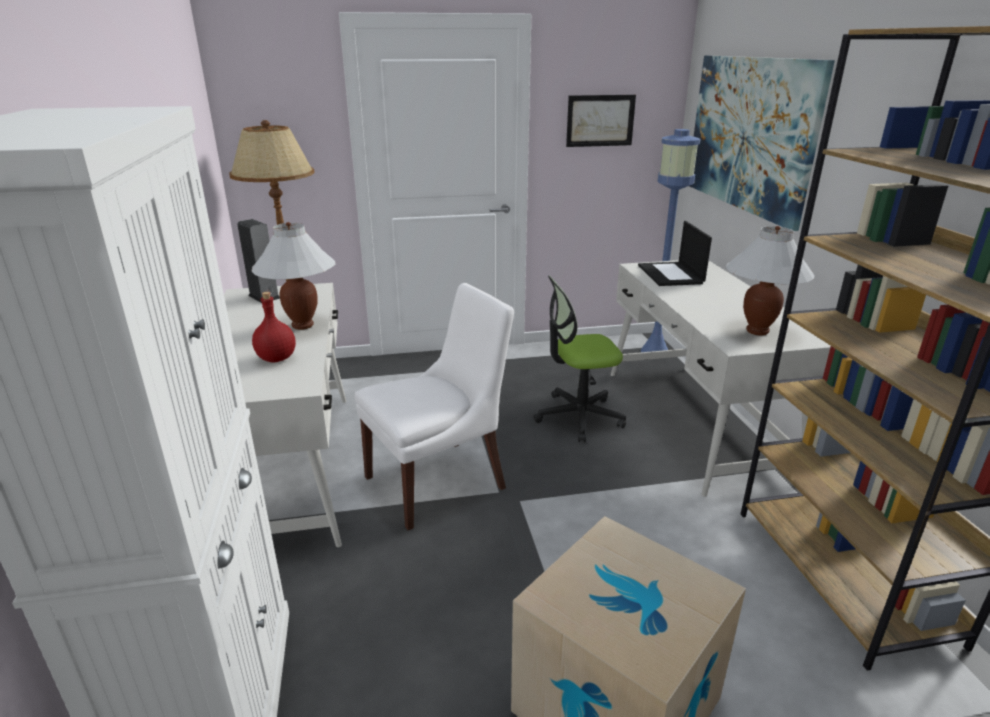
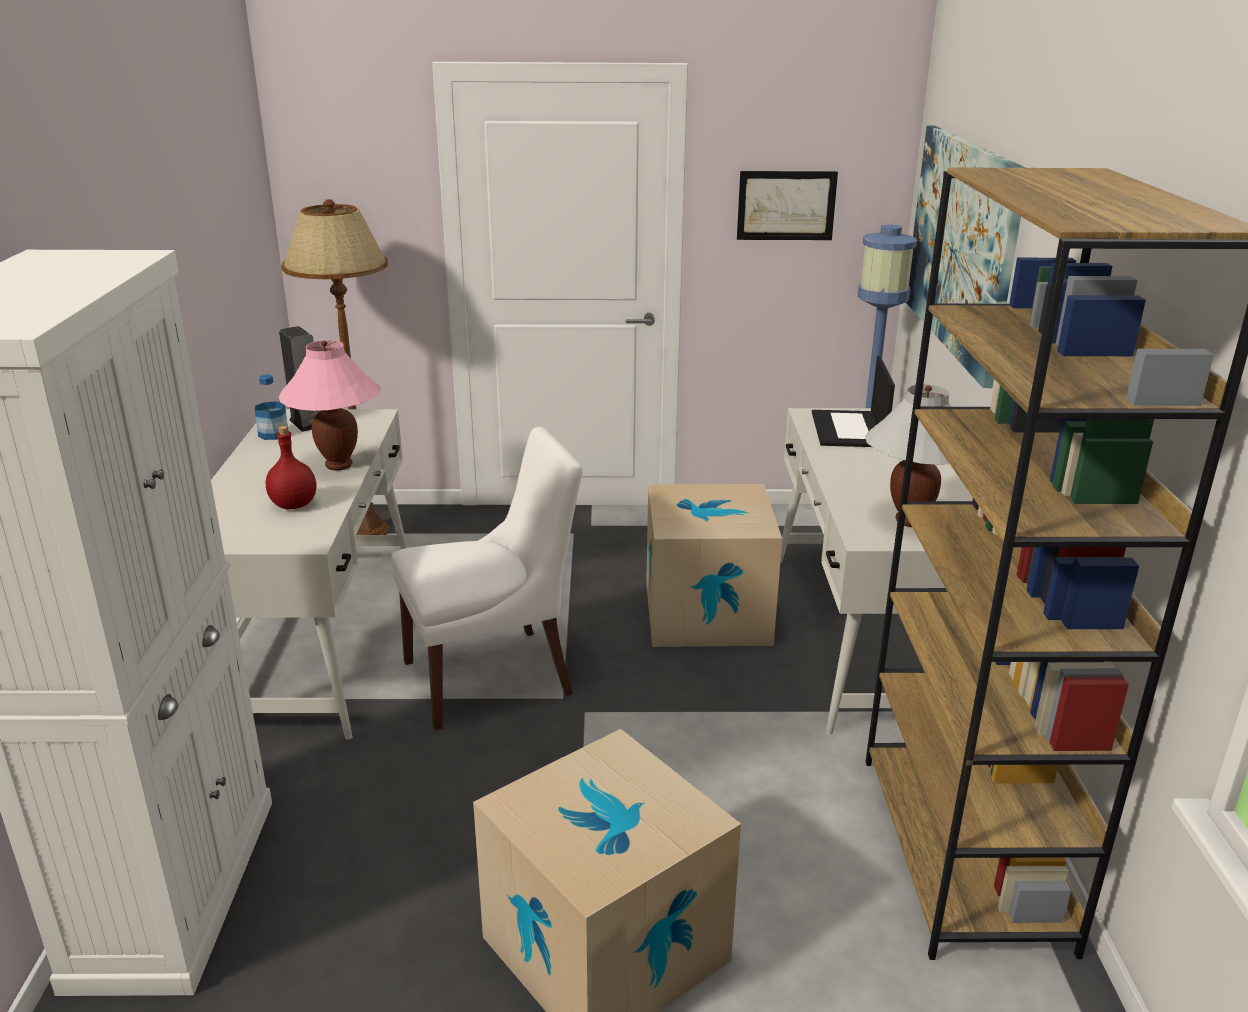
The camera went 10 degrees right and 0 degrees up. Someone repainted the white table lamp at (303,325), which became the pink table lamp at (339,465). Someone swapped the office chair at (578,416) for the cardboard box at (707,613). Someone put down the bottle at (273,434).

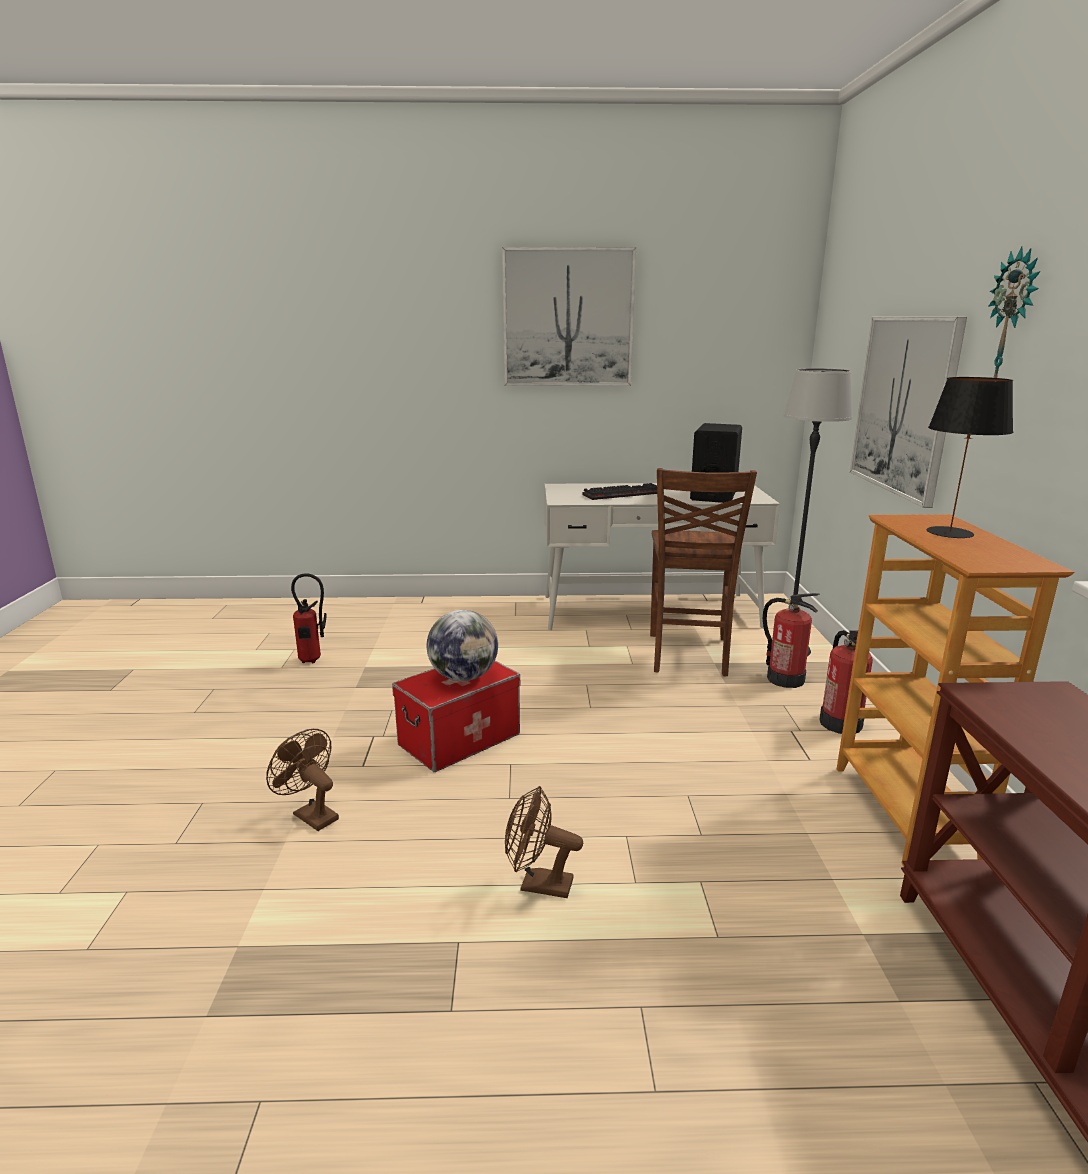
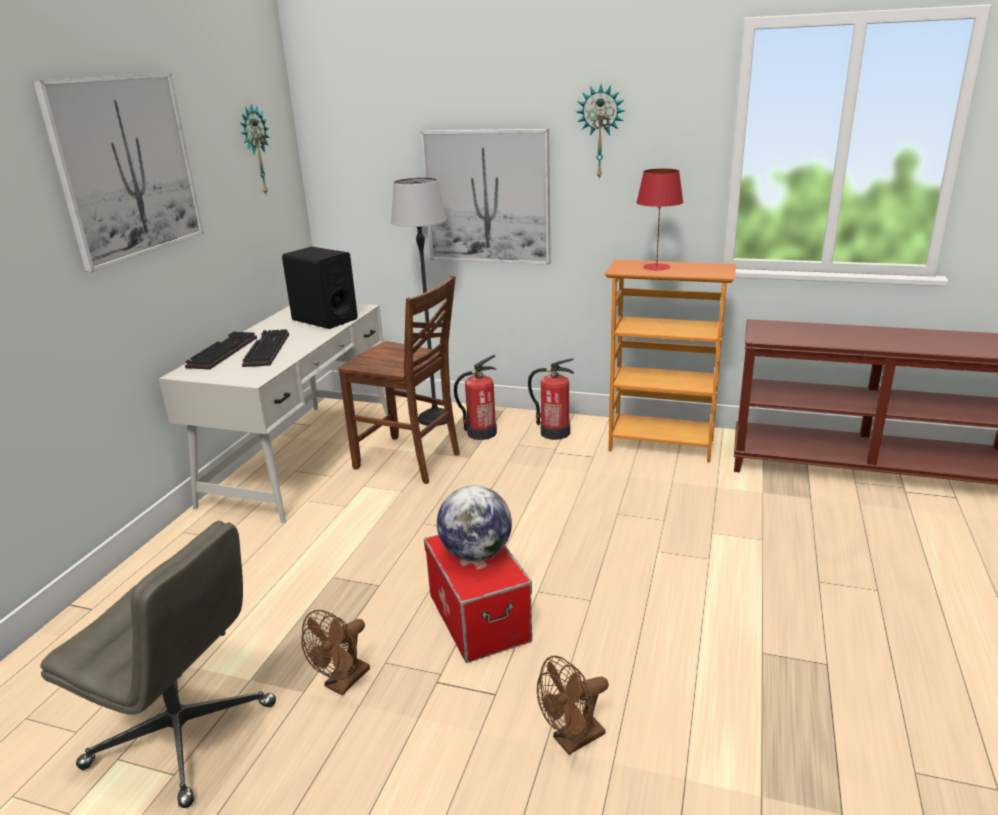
The camera went 70 degrees left and 5 degrees up. Someone repainted the black table lamp at (950,532), which became the red table lamp at (657,267). Someone swapped the fire extinguisher at (313,661) for the grey office chair at (184,735). Someone carried the brown fan from (538,884) to (343,683). Someone put up the wall clock at (255,151). Someone put down the keyboard at (222,352).

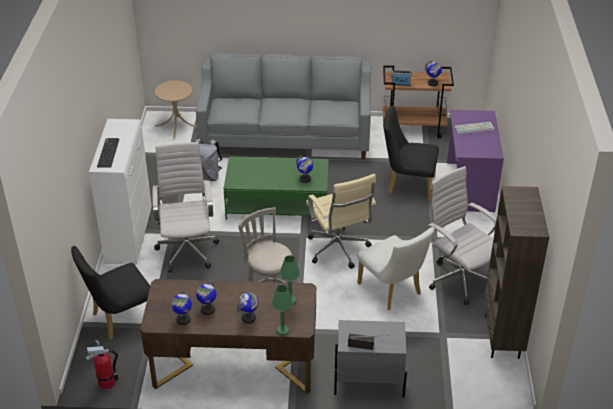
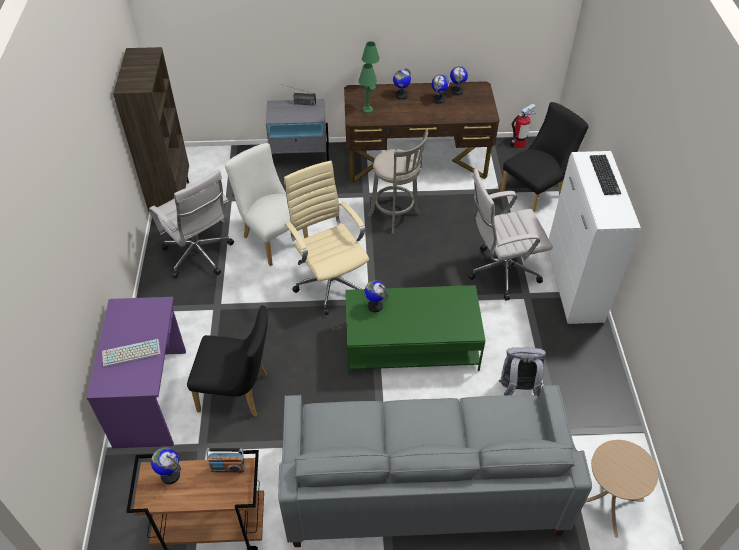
The camera went 175 degrees right and 10 degrees up. Someone rotated the white office chair at (187,250) by 90 degrees clockwise.

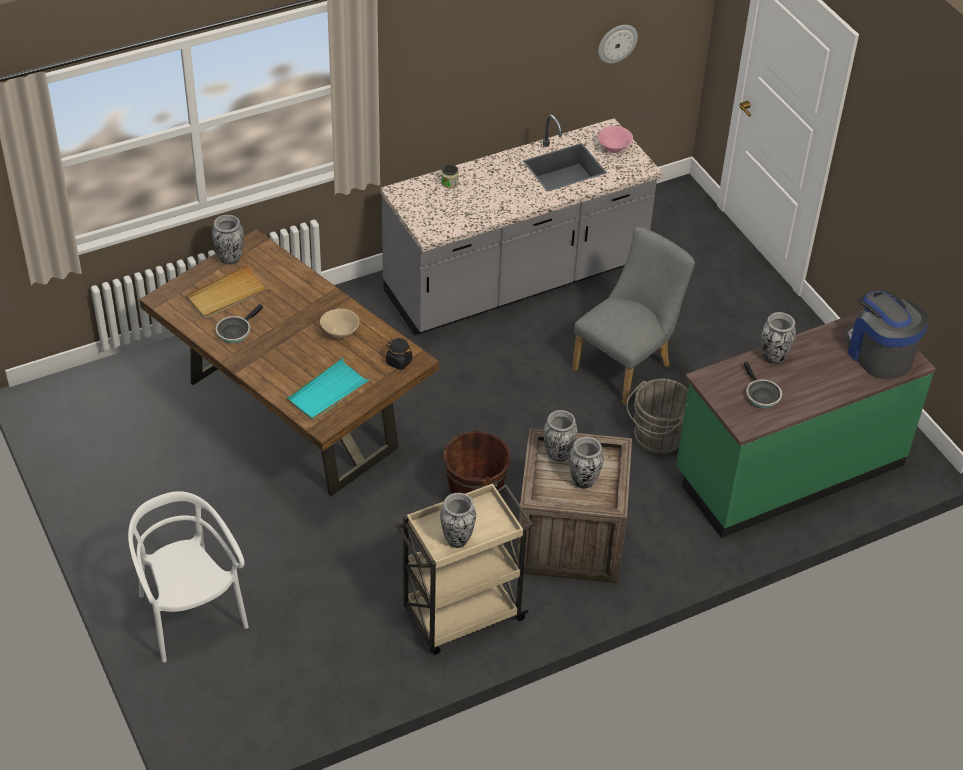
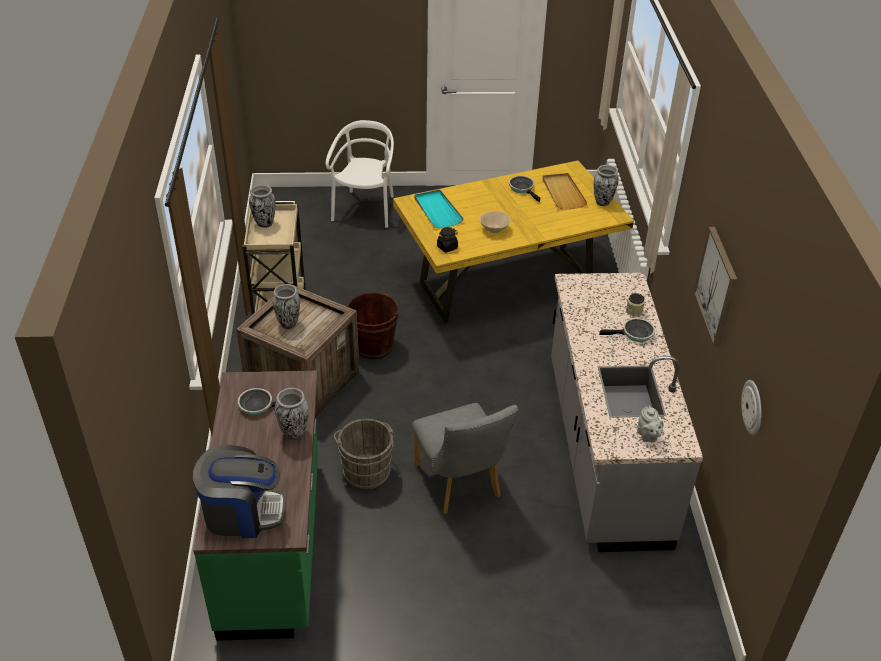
The camera went 115 degrees right and 5 degrees down. Someone swapped the pink bowl at (613,148) for the grey teapot at (648,436). Someone repainted the brown dining table at (291,415), which became the yellow dining table at (507,284). Someone took away the vase at (558,454). Someone rotated the white chair at (190,614) by 75 degrees counterclockwise. Someone put up the picture at (717,286). Someone put down the frying pan at (635,334).

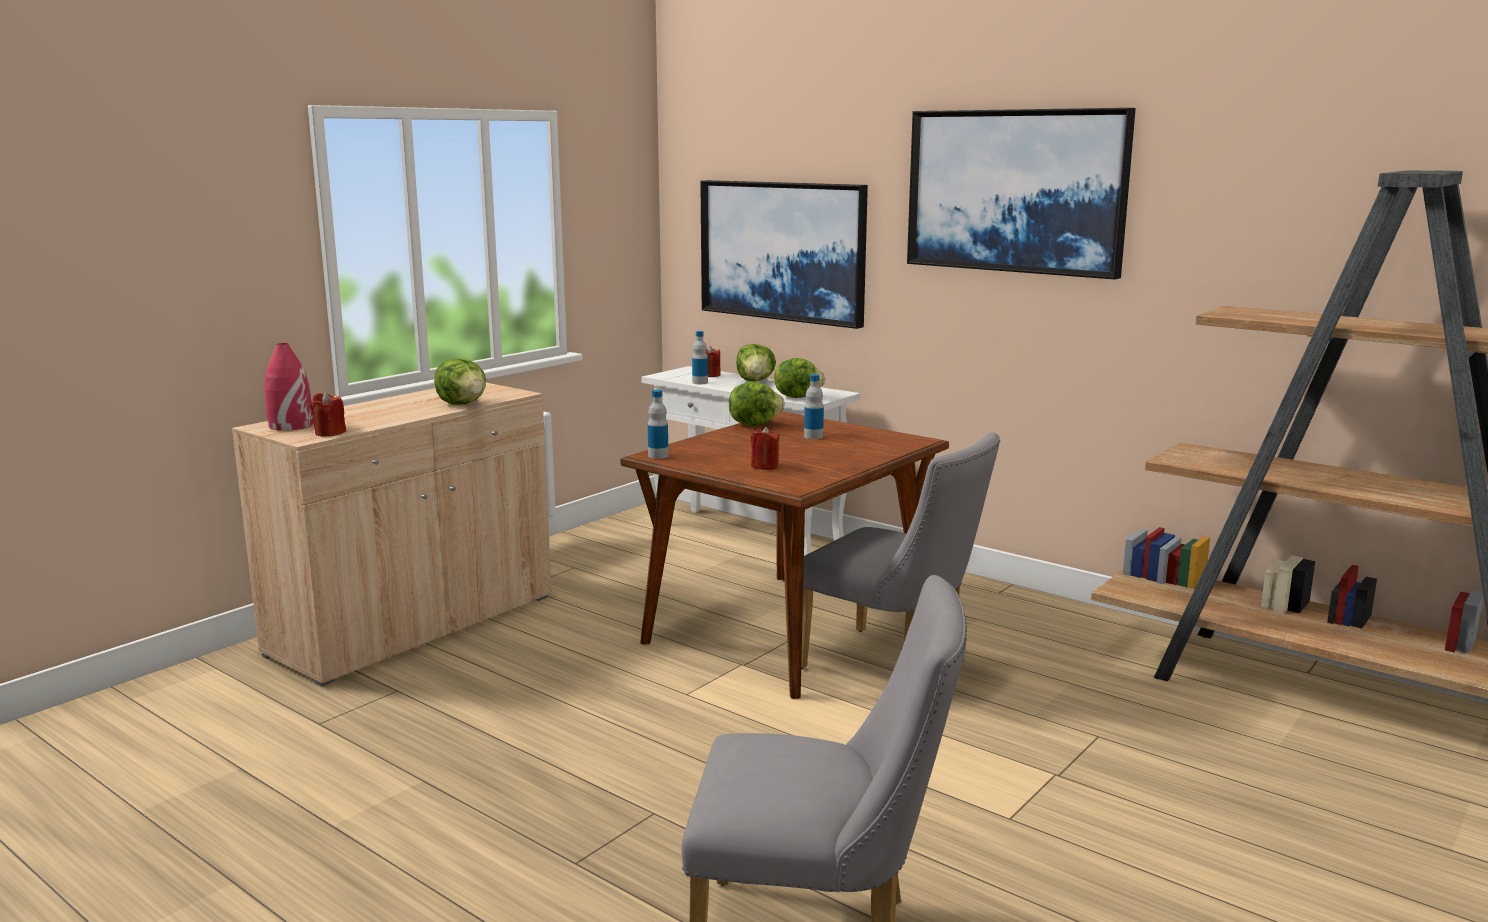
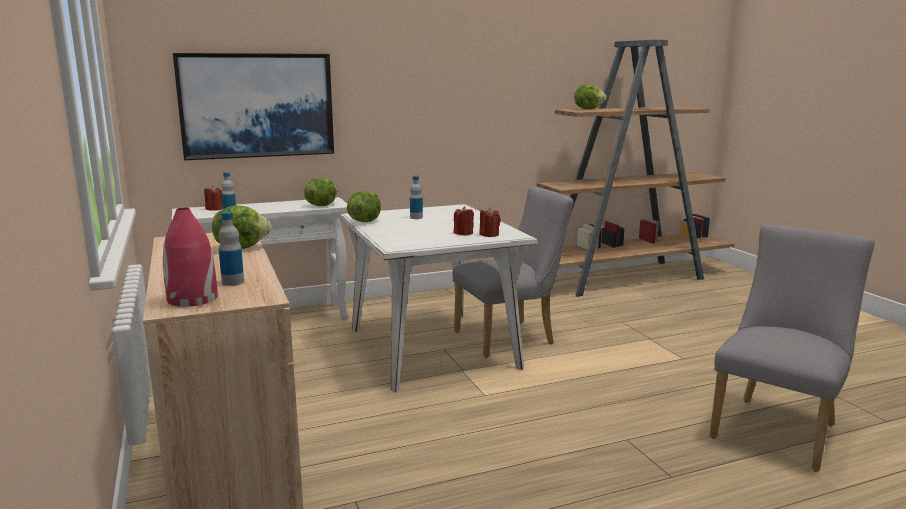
The camera went 60 degrees left and 0 degrees up. Someone took away the picture at (1016,191). Someone carried the lettuce from (755,381) to (588,109). Someone carried the bottle from (658,456) to (233,282). Someone carried the red candle from (330,433) to (489,234). Someone repainted the brown dining table at (787,630), which became the white dining table at (431,348).

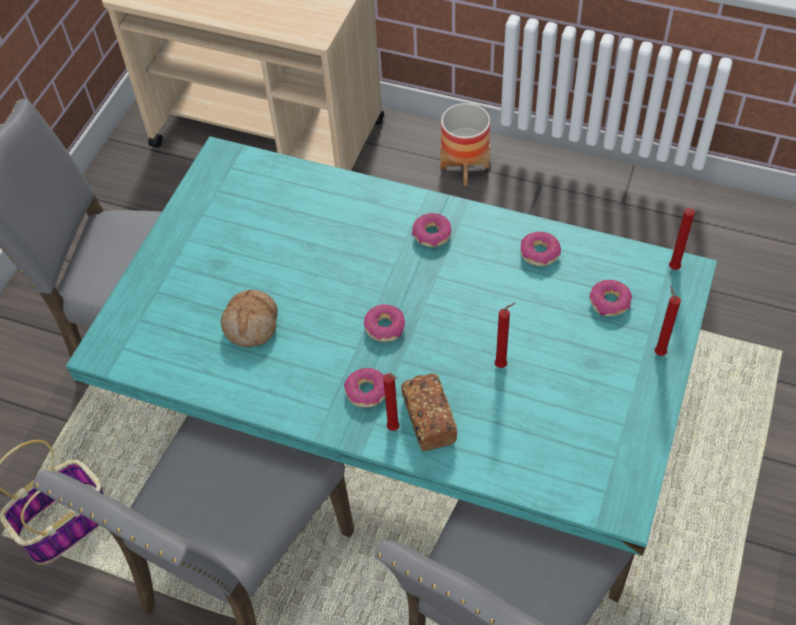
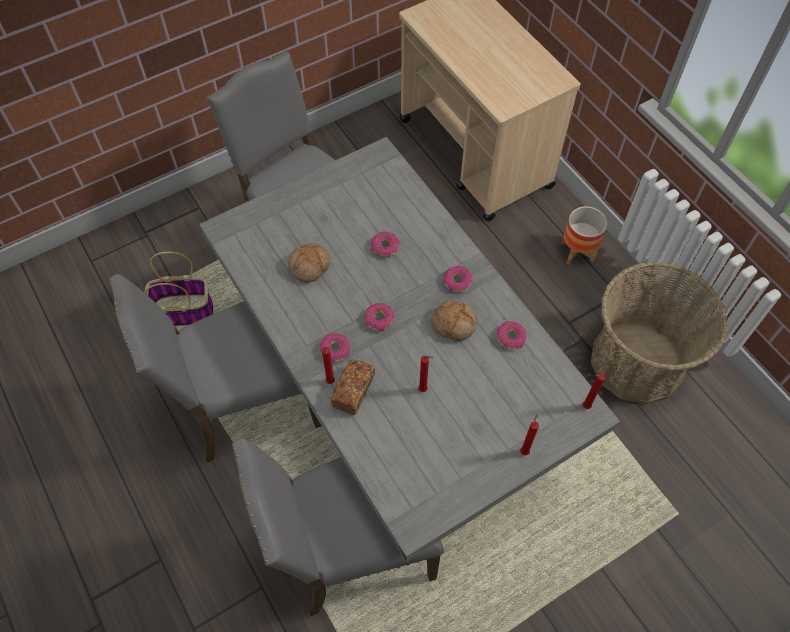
The camera went 35 degrees right and 5 degrees up. Someone repainted the turquoise dining table at (403,440), which became the grey dining table at (393,395). Someone carried the donut from (610,302) to (385,247). Someone put down the basket at (637,362). Someone put down the bread at (454,324).

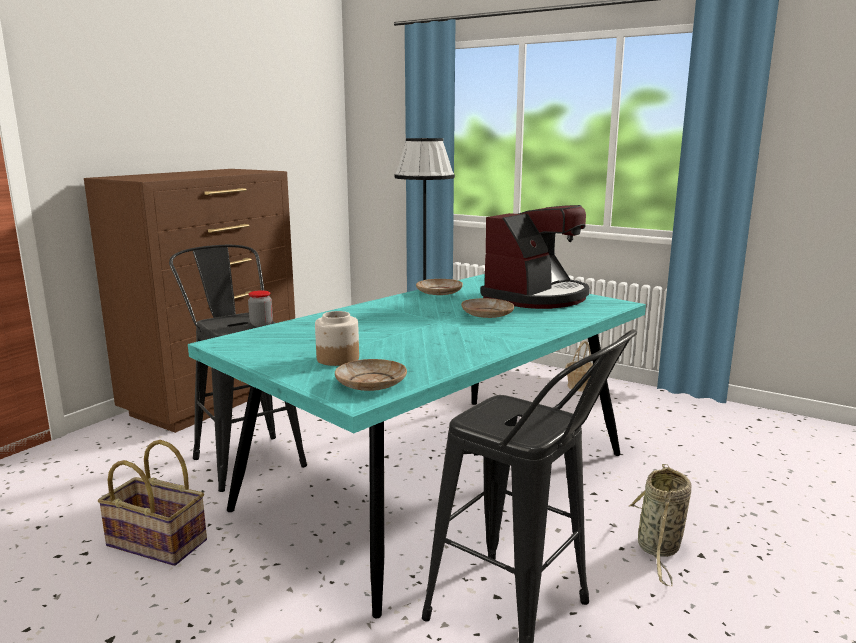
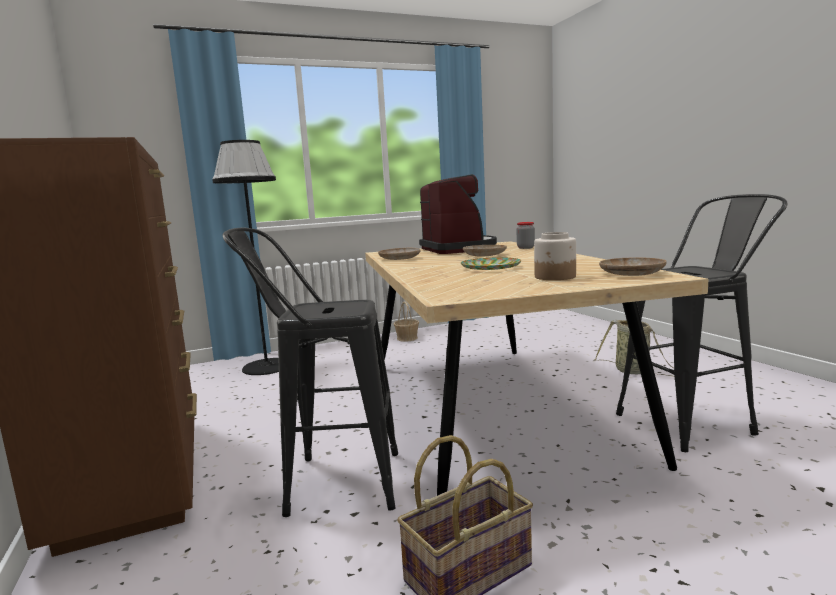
The camera went 55 degrees left and 5 degrees down. Someone repainted the turquoise dining table at (439,479), which became the beige dining table at (488,406). Someone carried the jar from (261,324) to (525,248). Someone put down the plate at (491,267).

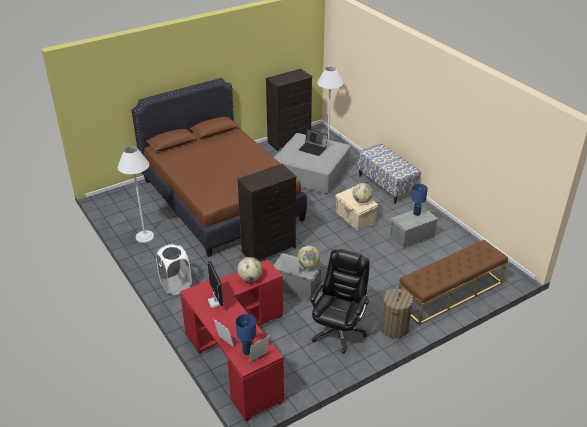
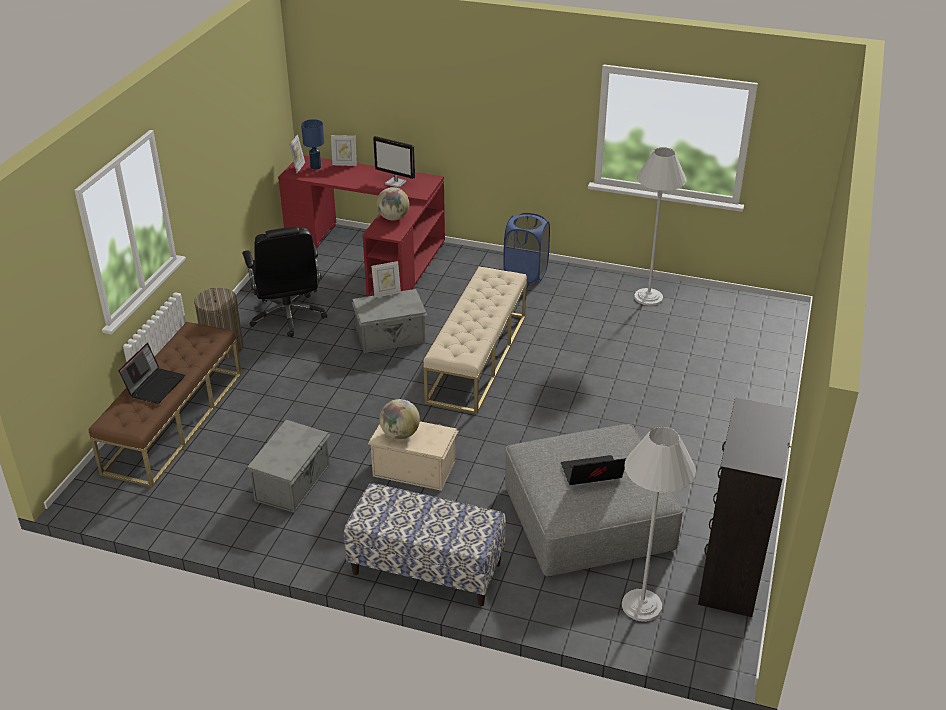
The camera went 140 degrees right and 0 degrees up. Someone took away the brown bed at (221,200). Someone swapped the black dresser at (269,250) for the beige bench at (477,358). Someone took away the blue table lamp at (416,213). Someone repainted the white laundry basket at (175,285), which became the blue laundry basket at (526,273). Someone took away the globe at (308,265). Someone put down the laptop at (155,385).

